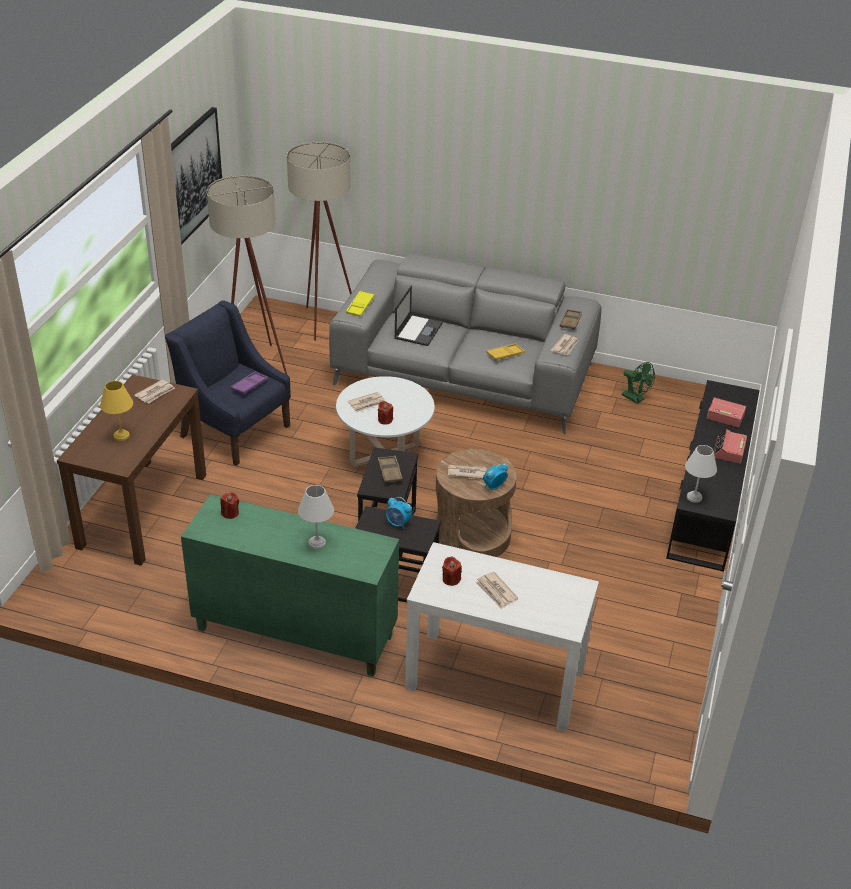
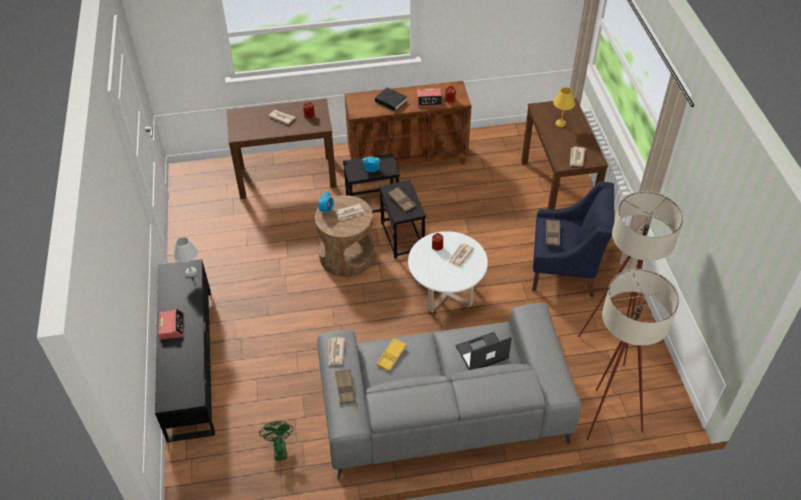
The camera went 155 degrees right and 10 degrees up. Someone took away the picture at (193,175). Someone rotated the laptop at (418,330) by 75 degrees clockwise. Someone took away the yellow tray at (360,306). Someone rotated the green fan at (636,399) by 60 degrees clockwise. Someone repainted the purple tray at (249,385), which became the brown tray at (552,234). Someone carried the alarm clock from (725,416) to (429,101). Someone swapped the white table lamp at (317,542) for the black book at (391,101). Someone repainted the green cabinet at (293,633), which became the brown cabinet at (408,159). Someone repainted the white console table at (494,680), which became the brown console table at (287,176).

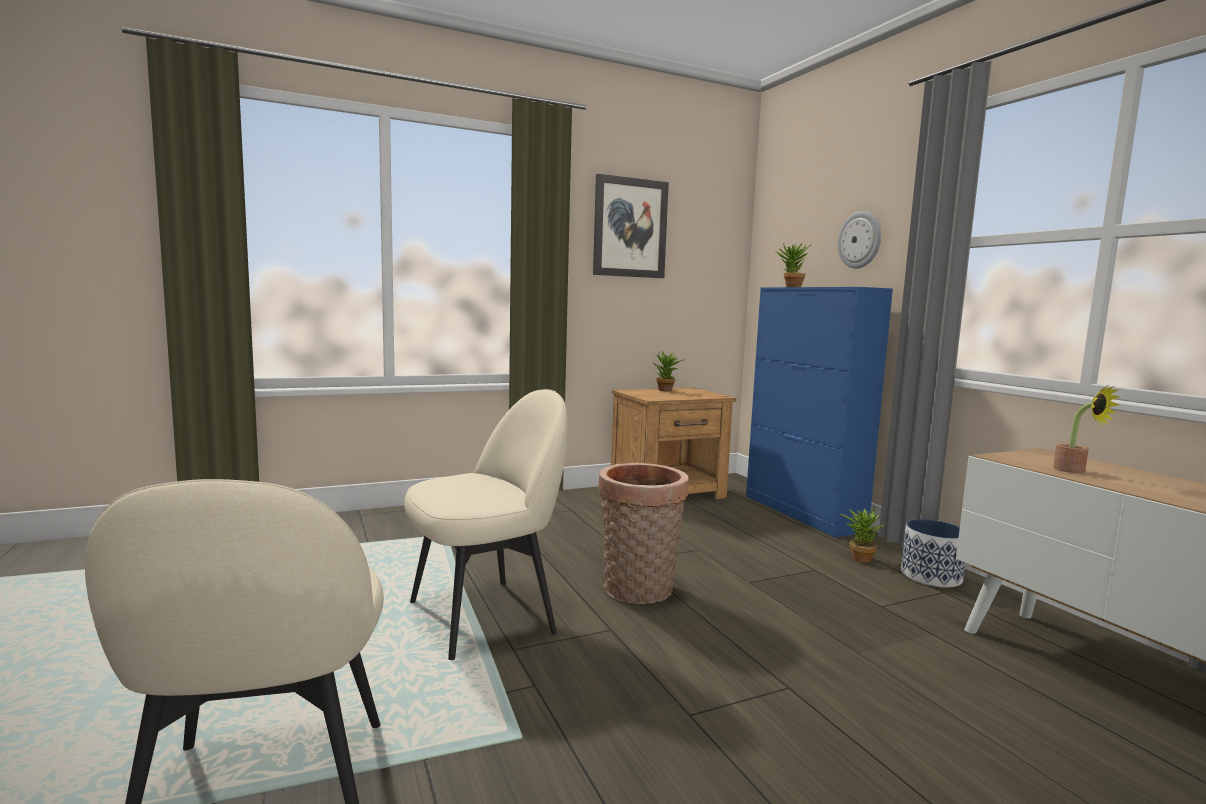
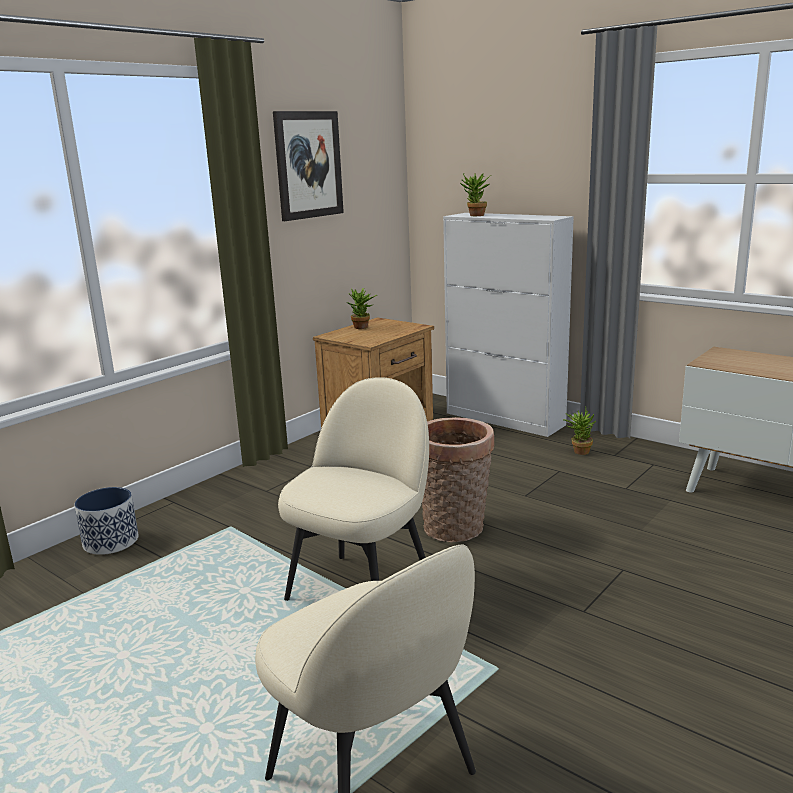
The camera went 25 degrees left and 10 degrees up. Someone took away the wall clock at (860,240). Someone repainted the blue cabinet at (803,513), which became the white cabinet at (505,419). Someone took away the potted plant at (1075,471). Someone carried the planter from (930,576) to (110,542).

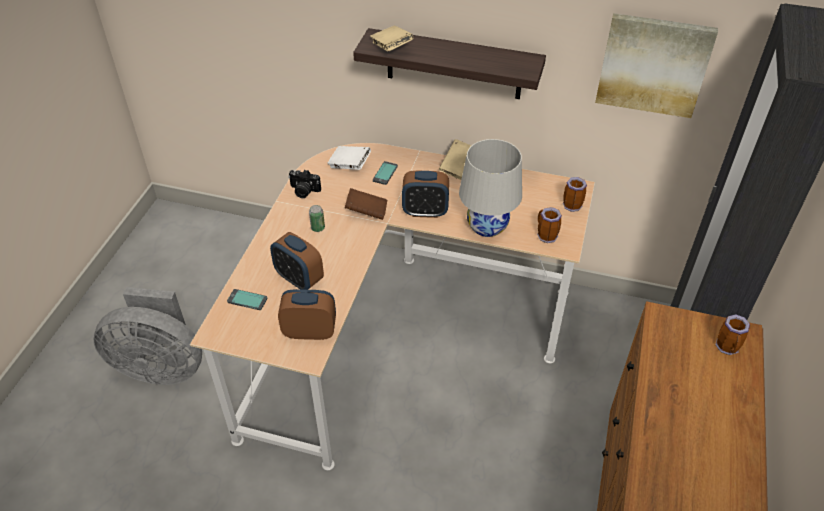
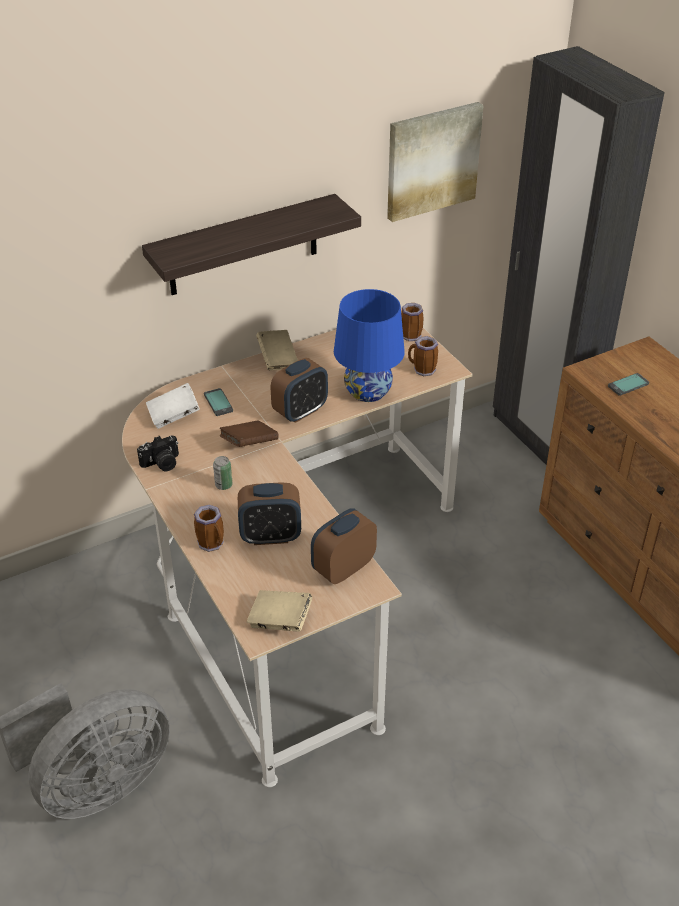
The camera went 45 degrees left and 5 degrees down. Someone carried the beige book from (391,48) to (280,620). Someone repainted the white table lamp at (487,226), which became the blue table lamp at (367,391). Someone carried the phone from (247,300) to (628,385). Someone carried the mug from (728,348) to (213,544).

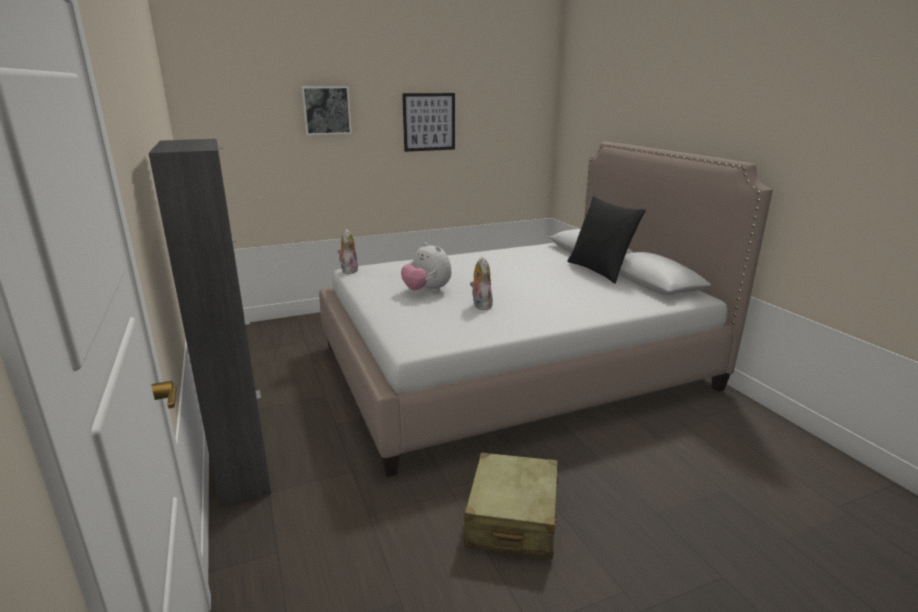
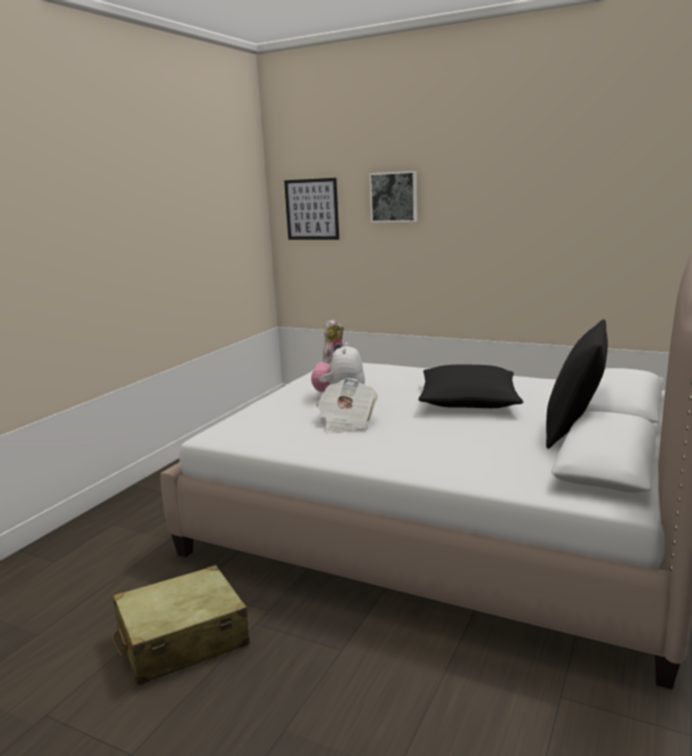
The camera went 50 degrees right and 5 degrees down. Someone carried the picture from (429,122) to (312,209). Someone took away the black cabinet at (243,468). Someone swapped the plush toy at (480,305) for the newspaper at (346,422). Someone put down the black pillow at (468,400).

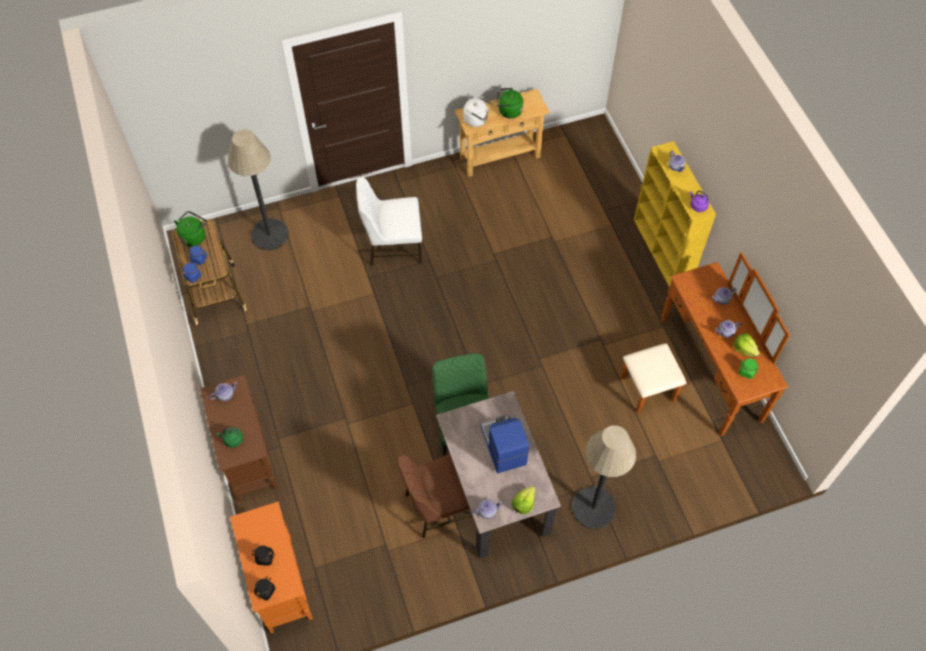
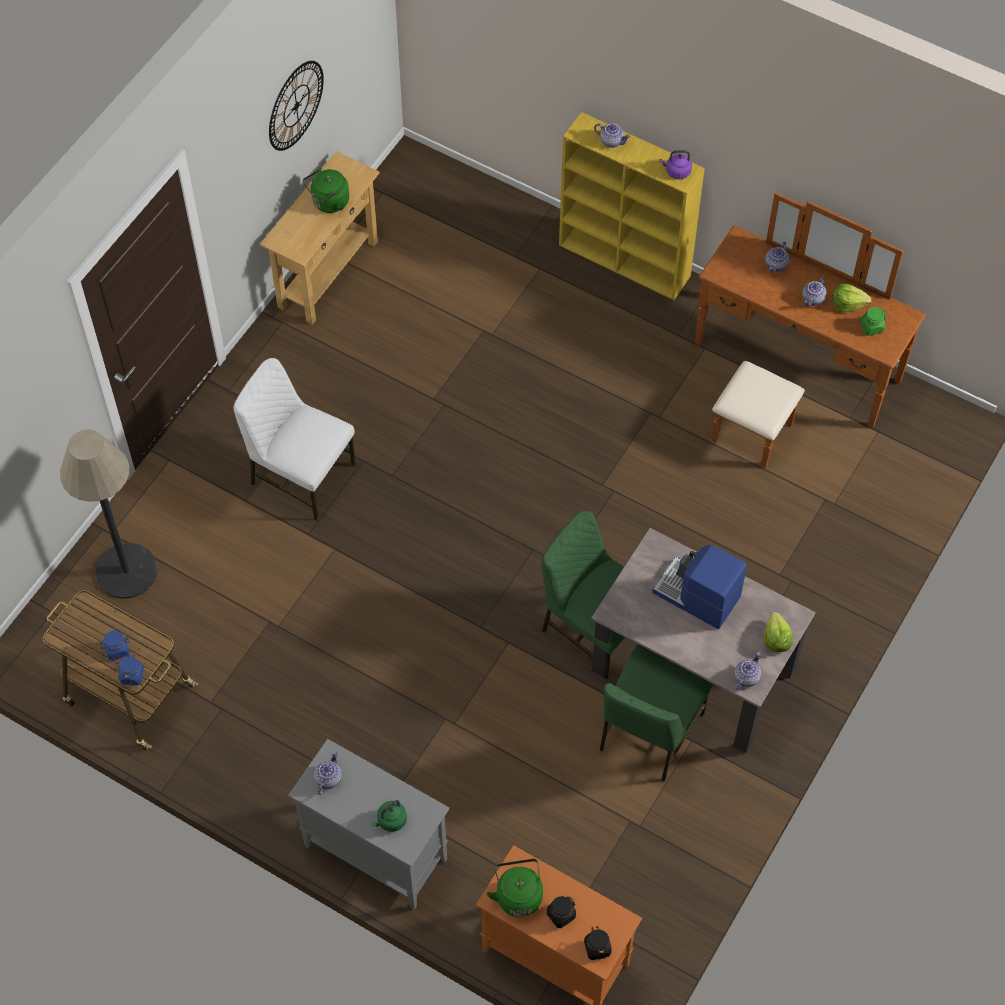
The camera went 40 degrees left and 0 degrees up. Someone took away the white kettle at (477,120). Someone rotated the white chair at (393,246) by 75 degrees clockwise. Someone carried the green kettle from (194,236) to (518,895). Someone repainted the brown cabinet at (248,457), which became the grey cabinet at (374,852). Someone took away the floor lamp at (593,507). Someone repainted the brown chair at (439,506), which became the green chair at (649,732). Someone put up the wall clock at (296,105).

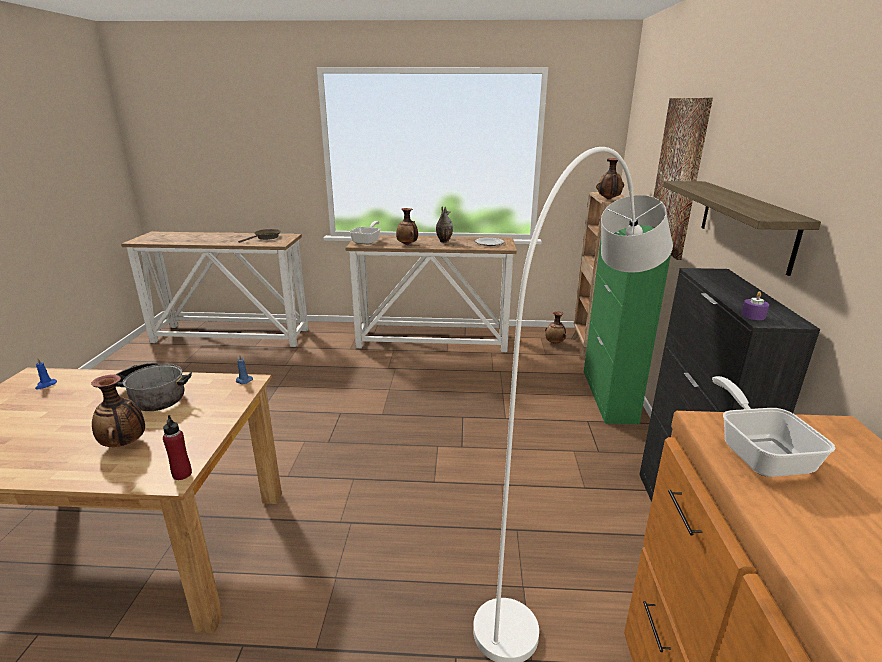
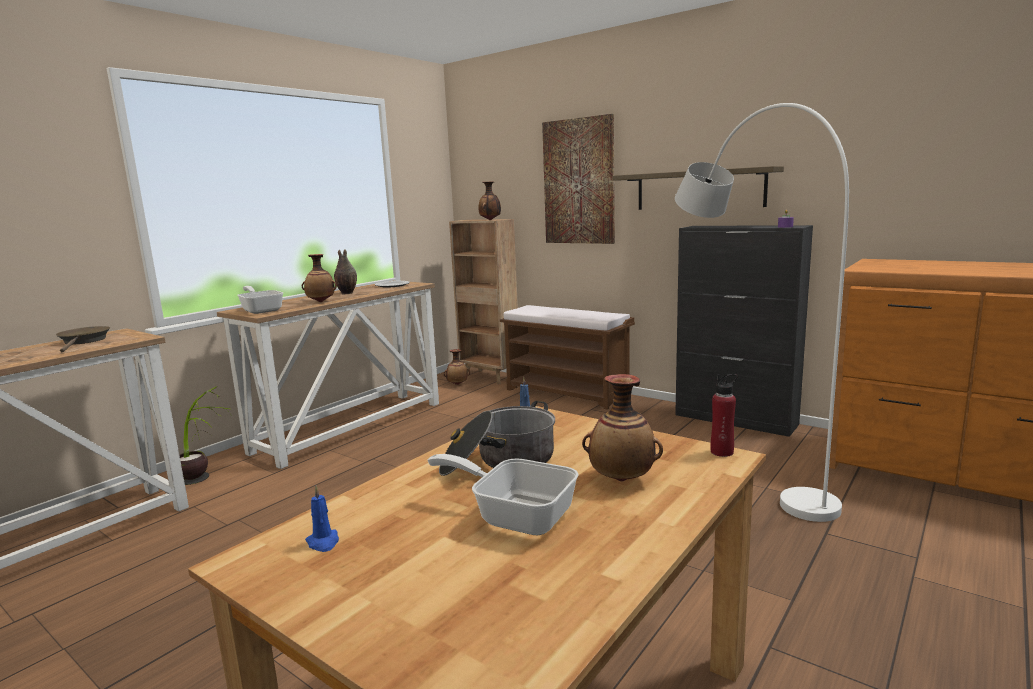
The camera went 55 degrees left and 10 degrees down. Someone swapped the green cabinet at (608,396) for the brown bench at (567,393). Someone carried the frying pan from (759,452) to (515,514). Someone put down the potted plant at (204,481).

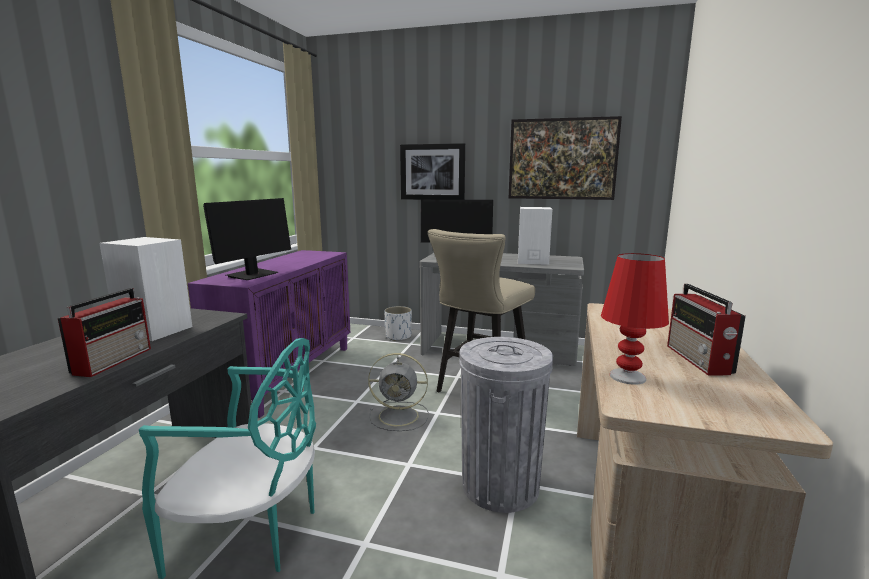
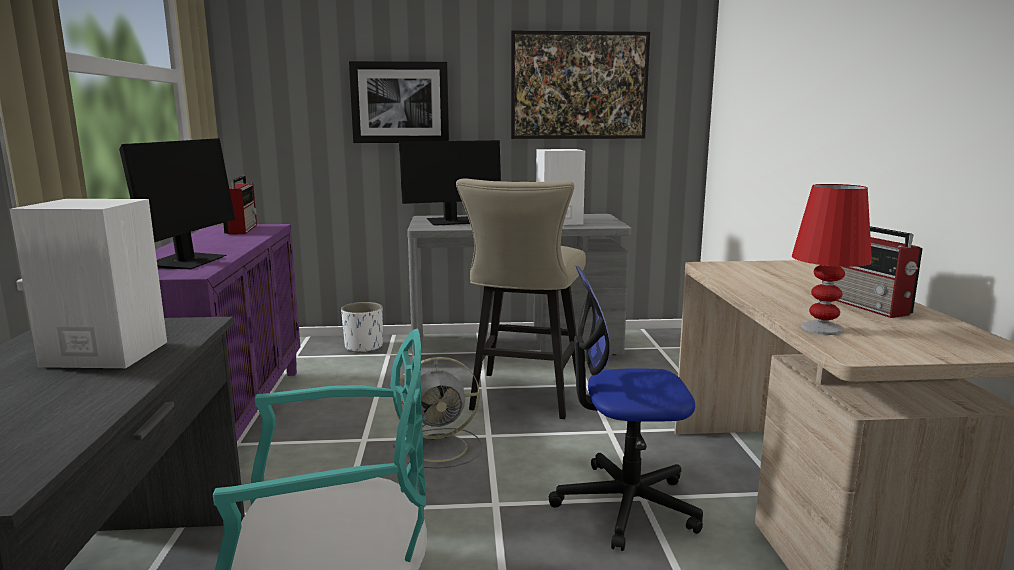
The camera went 20 degrees left and 0 degrees up. Someone carried the radio from (114,360) to (242,229). Someone swapped the grey trash can at (500,485) for the office chair at (625,504).

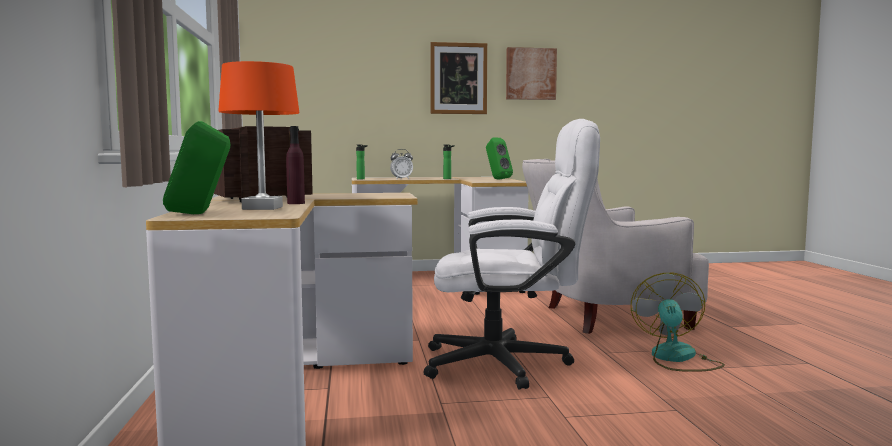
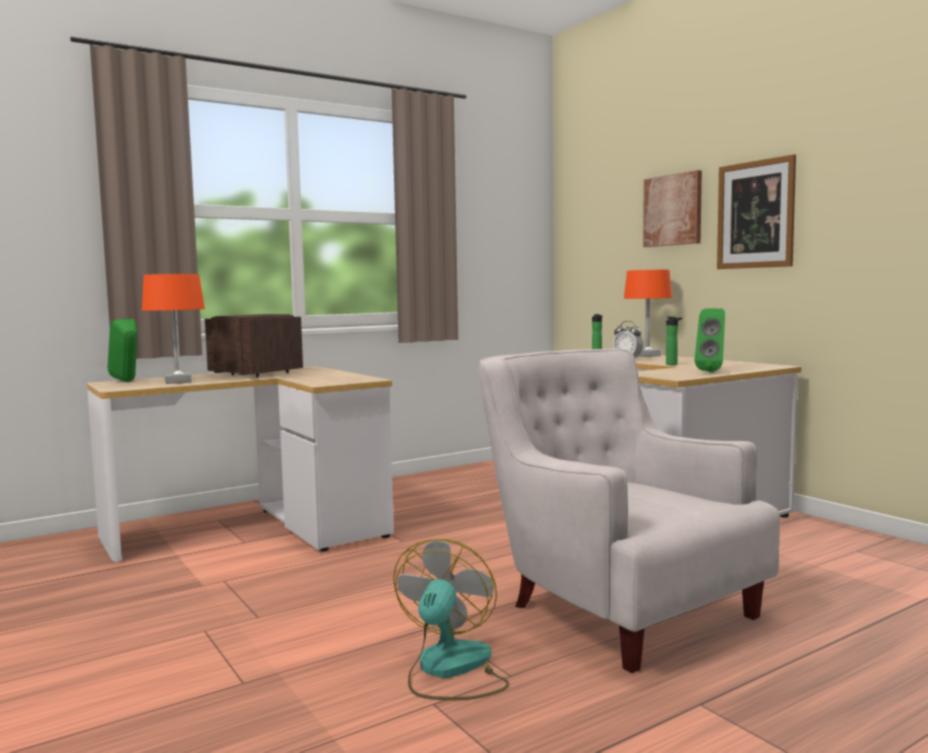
The camera went 65 degrees right and 0 degrees up. Someone carried the picture from (530,74) to (673,210). Someone took away the white office chair at (510,364). Someone took away the purple bottle at (296,203). Someone rotated the fan at (676,358) by 60 degrees counterclockwise. Someone put down the orange table lamp at (647,356).

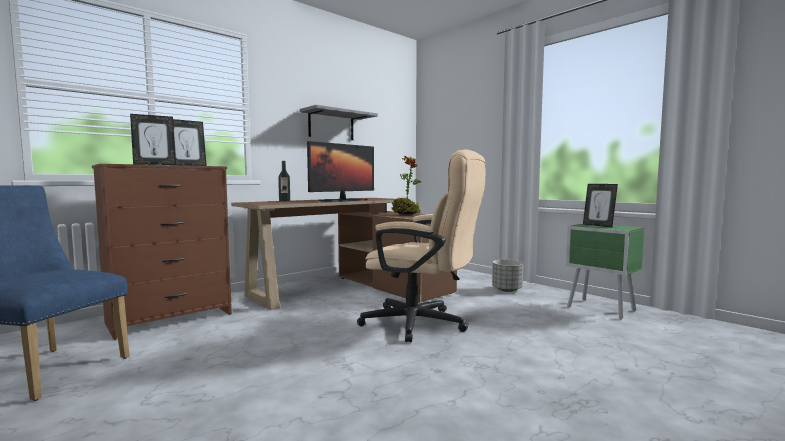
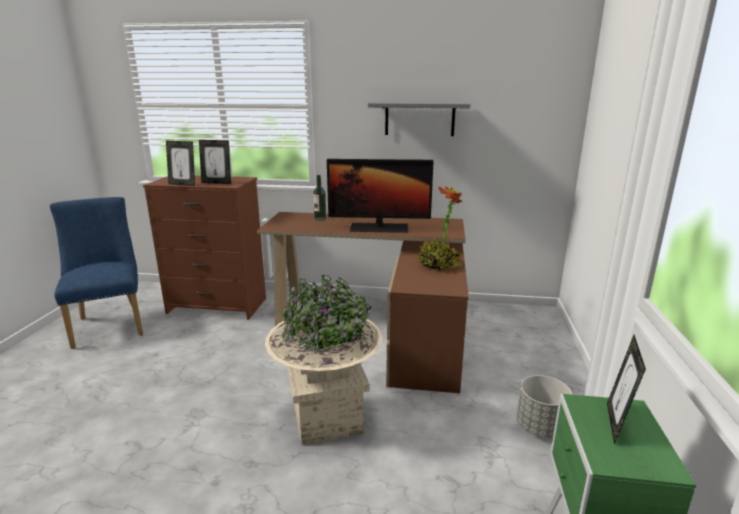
The camera went 50 degrees right and 15 degrees up. Someone swapped the beige office chair at (423,324) for the beige planter at (327,419).

